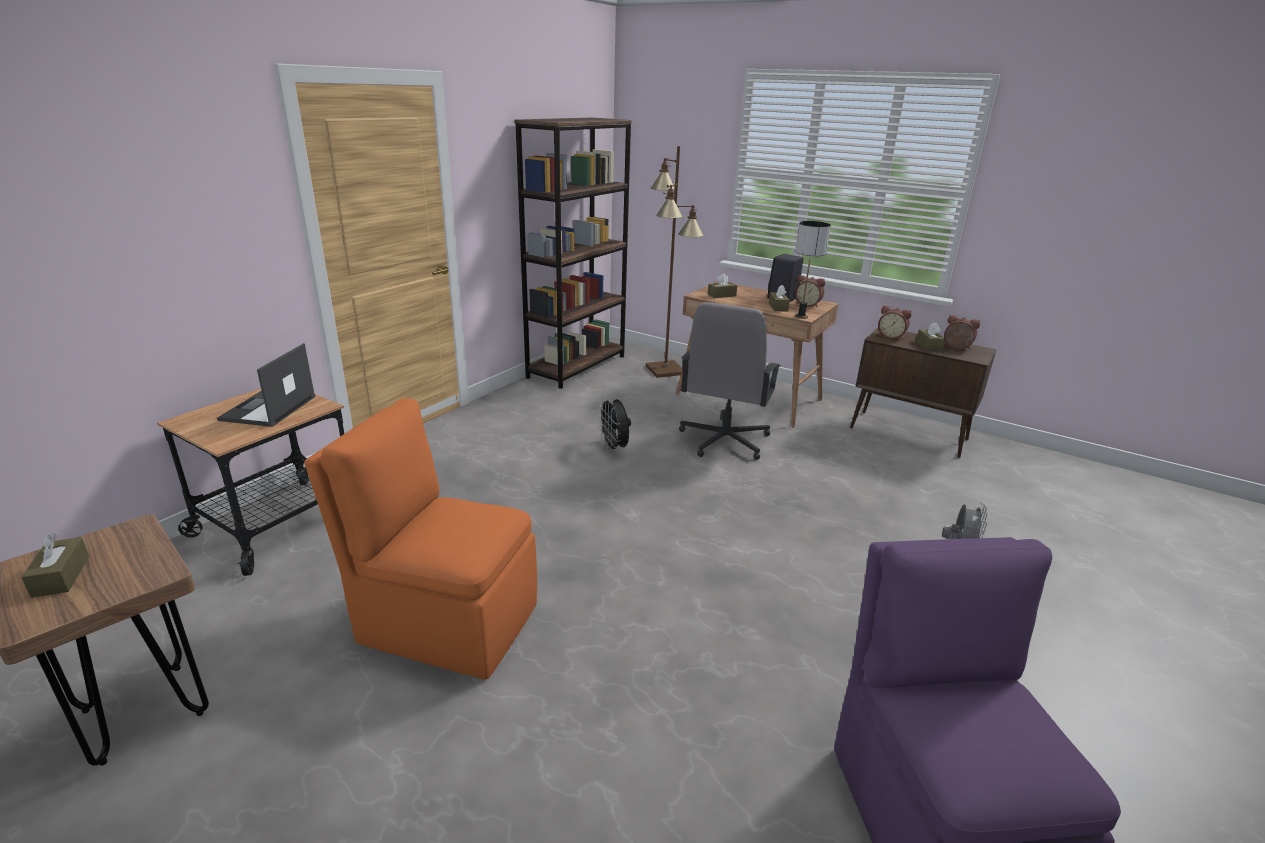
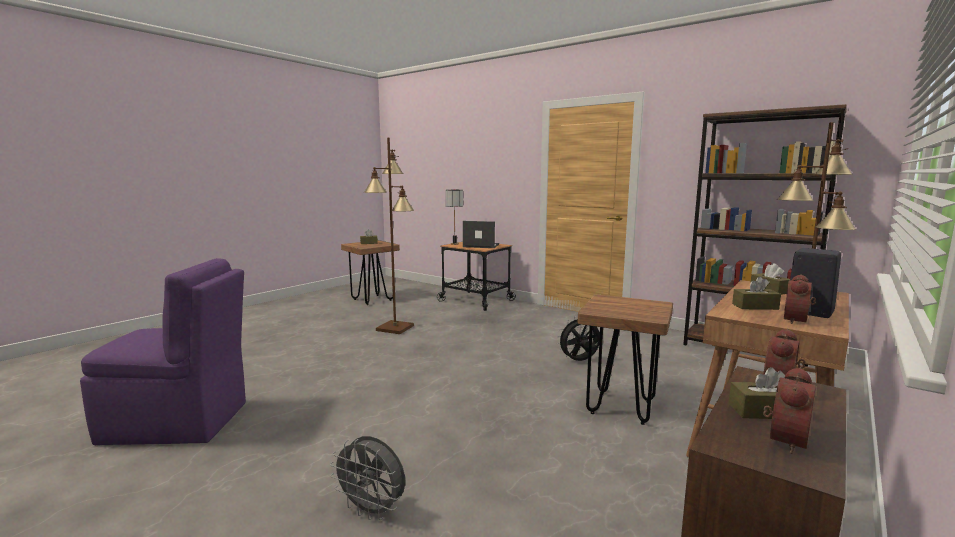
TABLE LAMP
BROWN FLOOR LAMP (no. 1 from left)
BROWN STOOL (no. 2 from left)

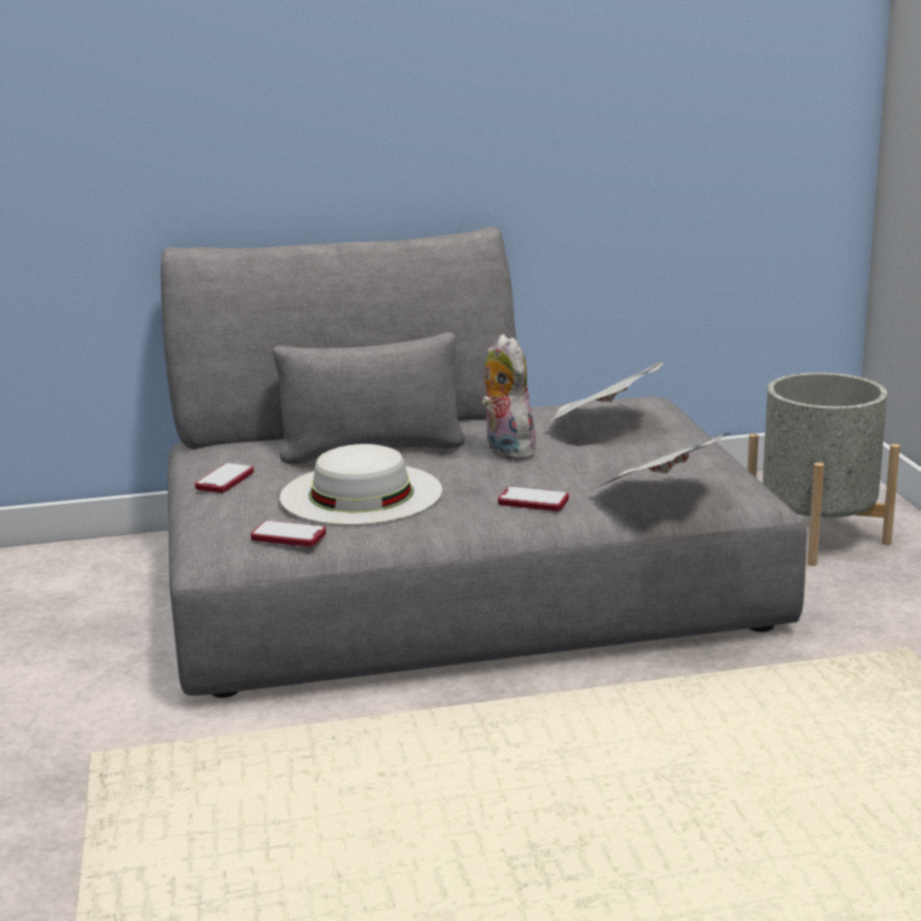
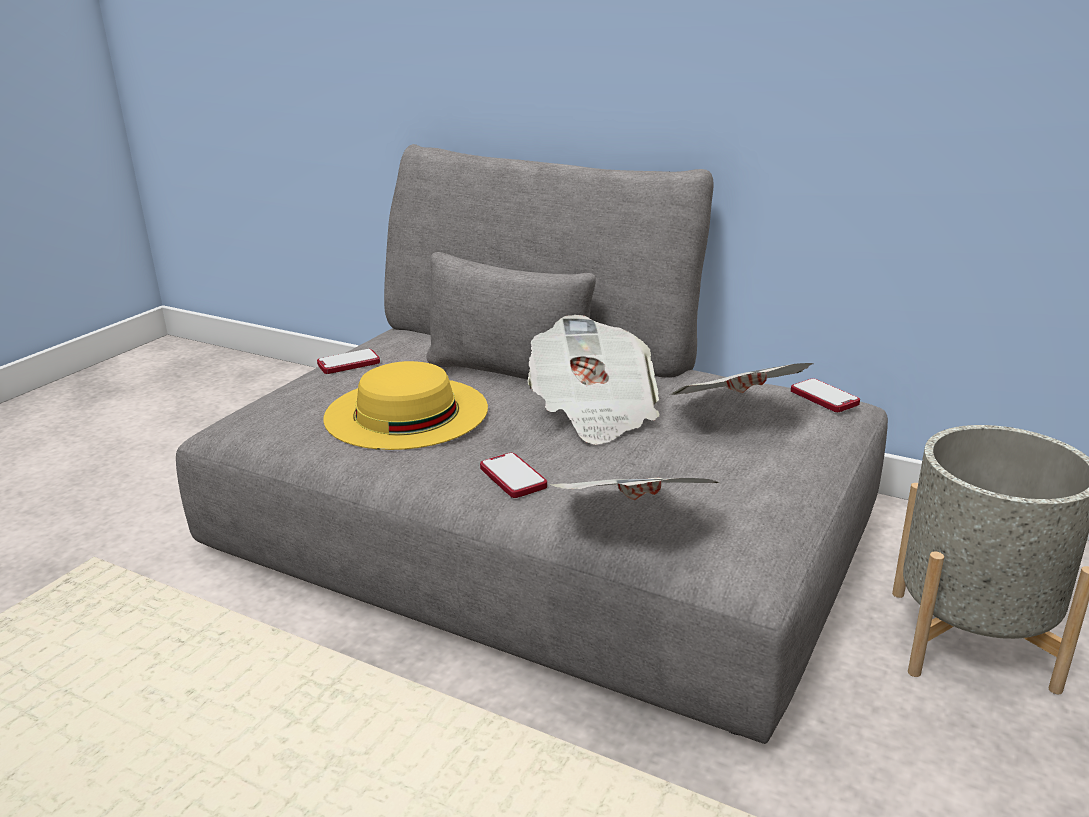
PHONE (no. 3 from left)
NEWSPAPER (no. 1 from left)
YELLOW HAT

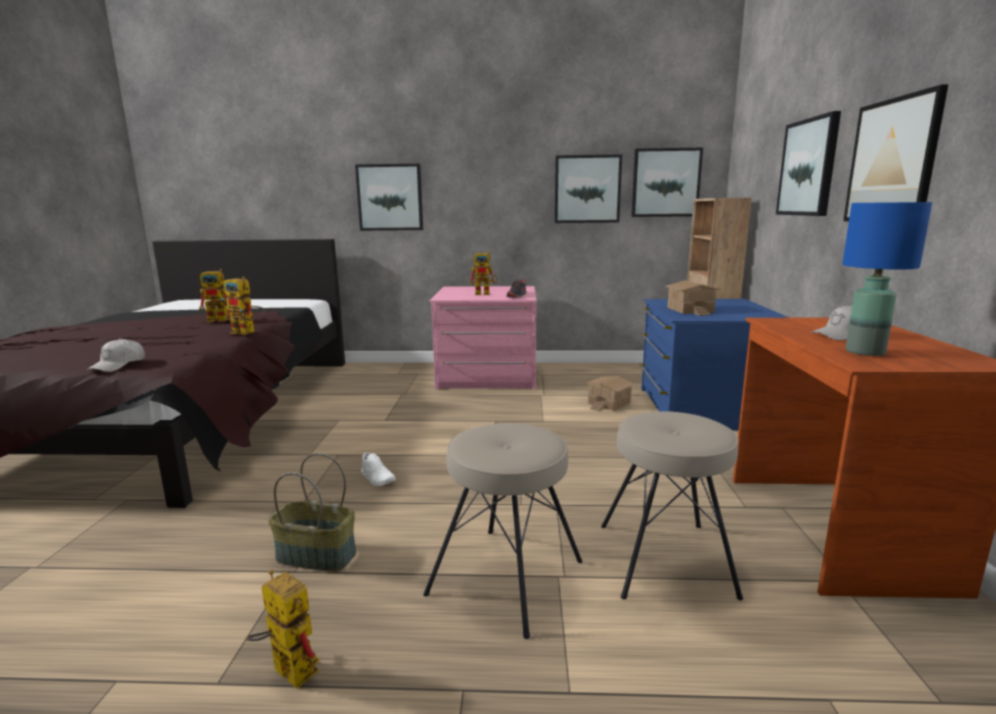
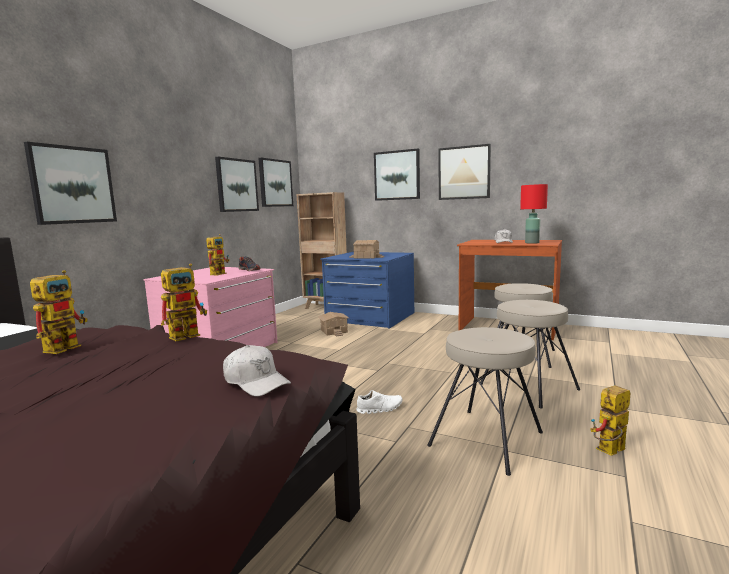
BEIGE STOOL (no. 1 from left)
RED TABLE LAMP

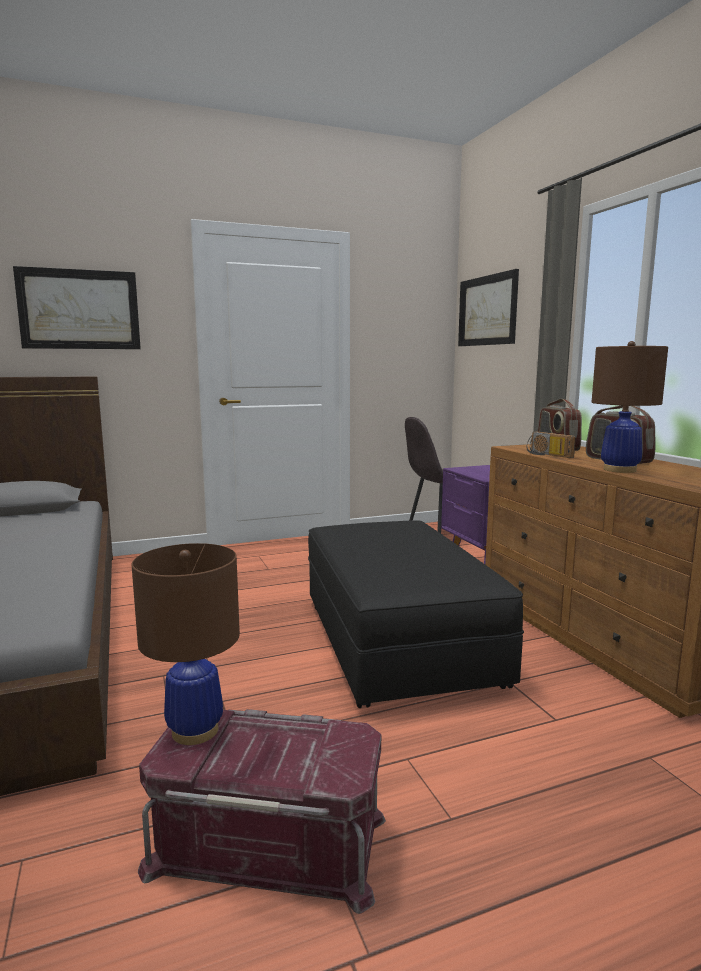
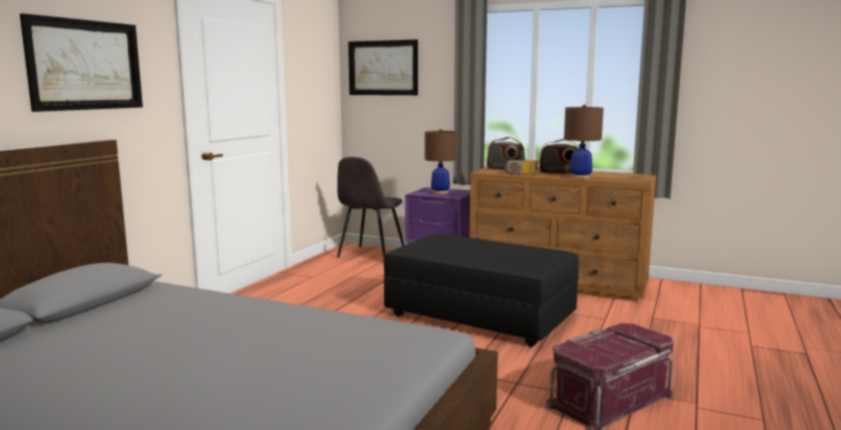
BROWN TABLE LAMP (no. 1 from left)

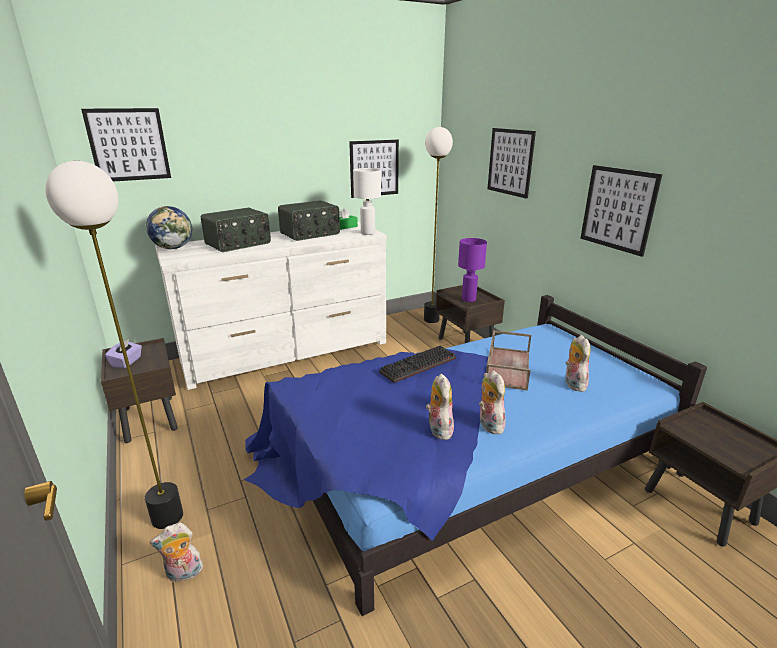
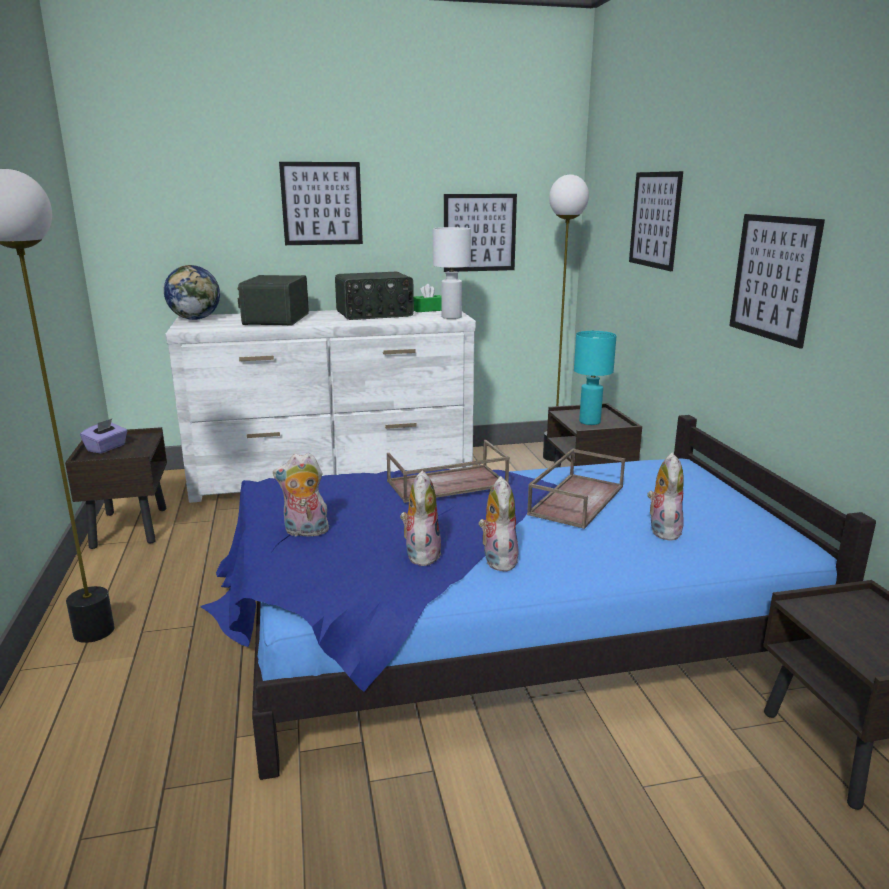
PICTURE (no. 1 from left)
PLUSH TOY (no. 1 from left)
BROWN TRAY (no. 1 from left)
TURQUOISE TABLE LAMP
RADIO (no. 1 from left)

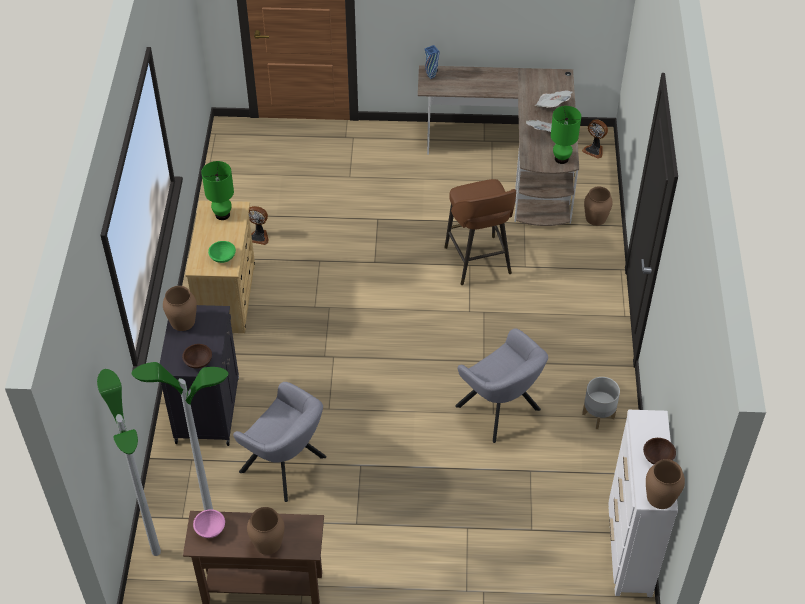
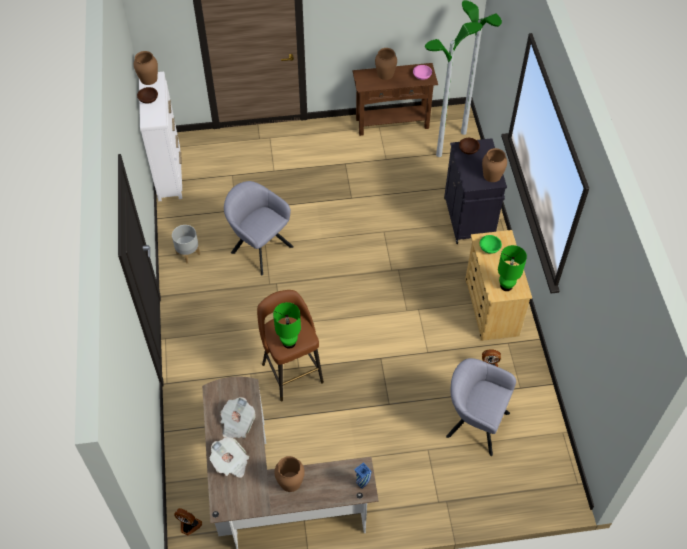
GREY ARMCHAIR (no. 2 from left)
GREEN TABLE LAMP (no. 1 from left)
BROWN VASE (no. 2 from left)

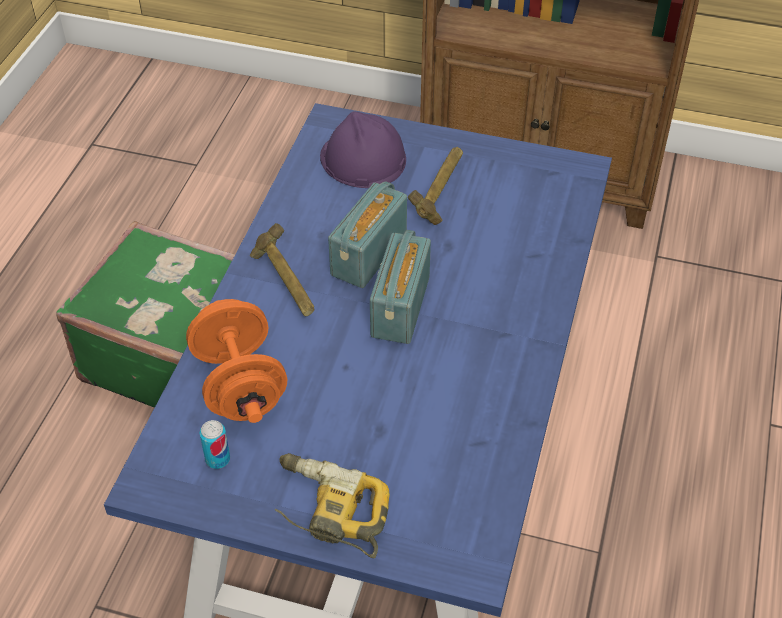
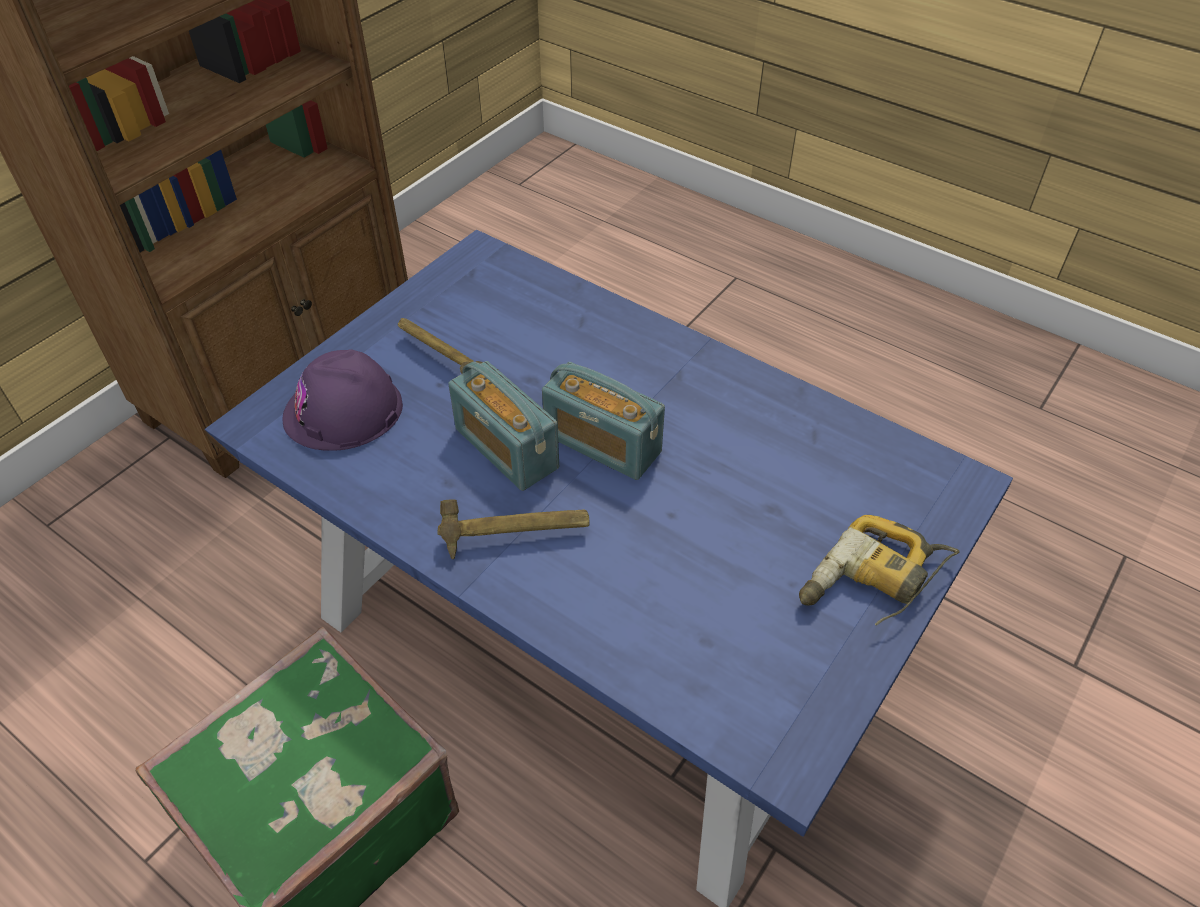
ORANGE DUMBBELL
CAN

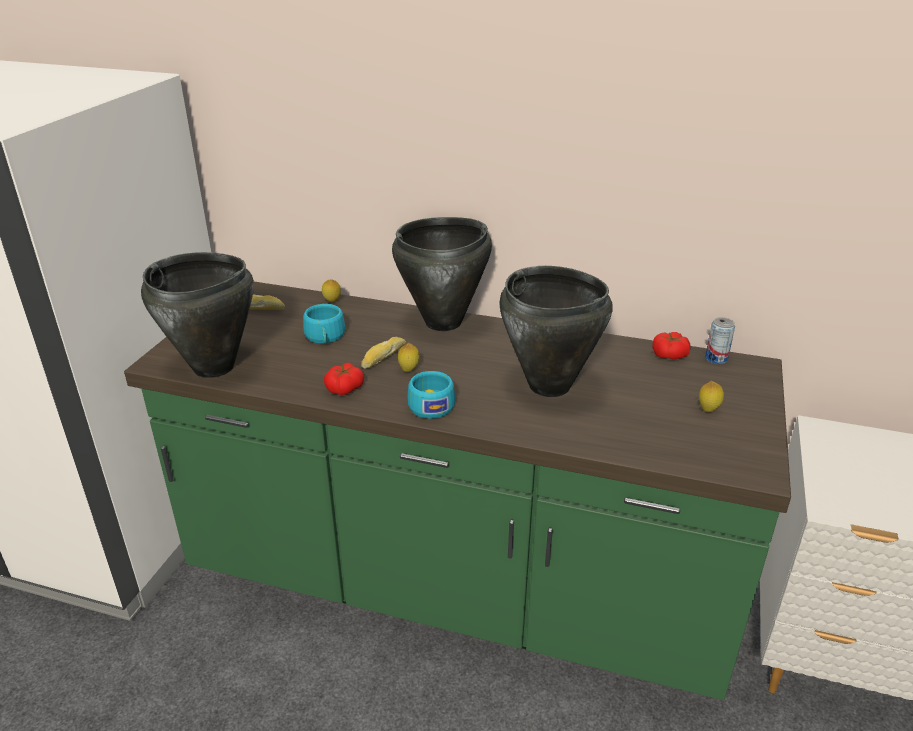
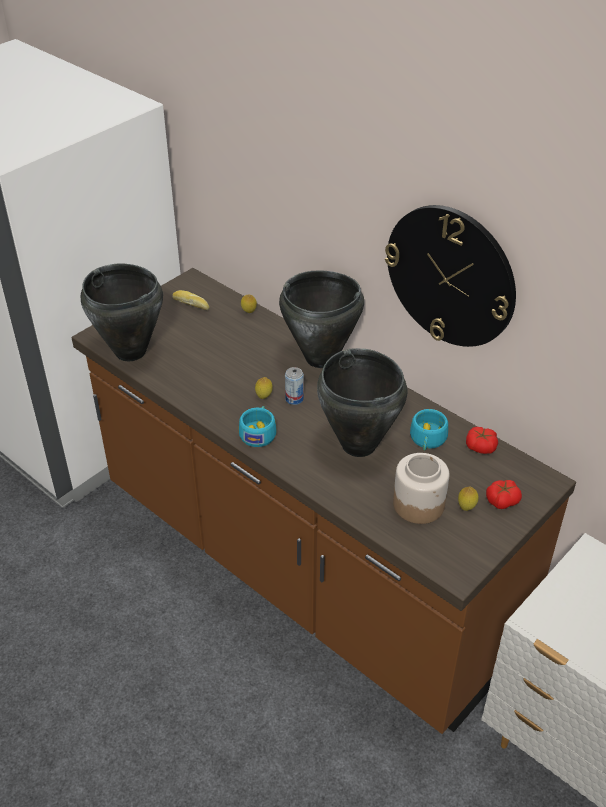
BREAD (no. 2 from left in the first image)
WALL CLOCK
JAR
TURQUOISE CUP (no. 2 from left)
TOMATO (no. 2 from left)
CAN
BROWN COUNTER

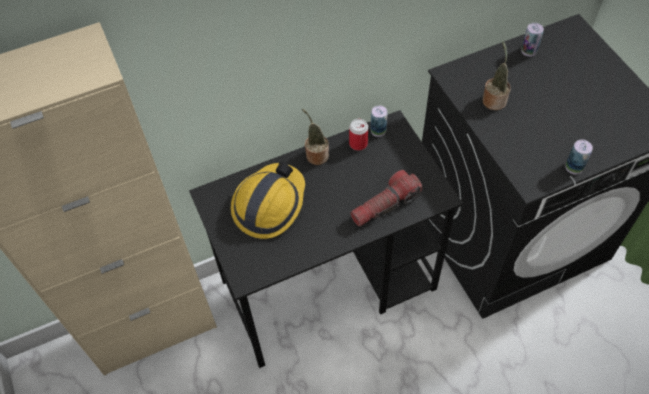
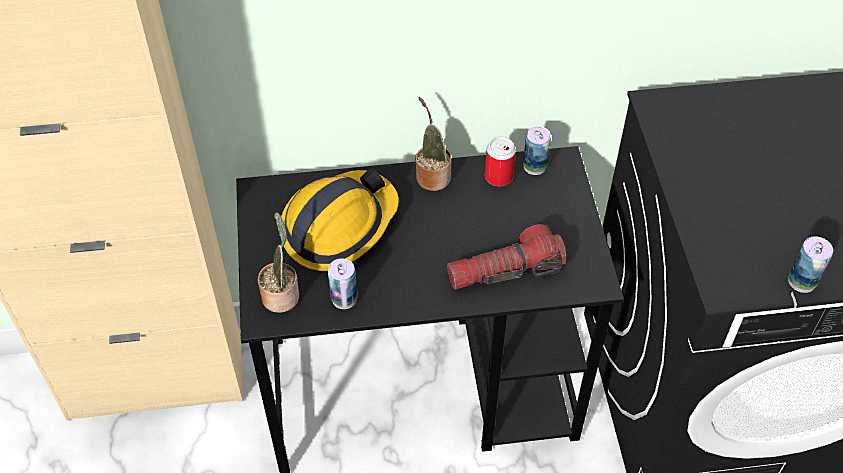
POTTED PLANT (no. 1 from left)
CAN (no. 1 from left)

